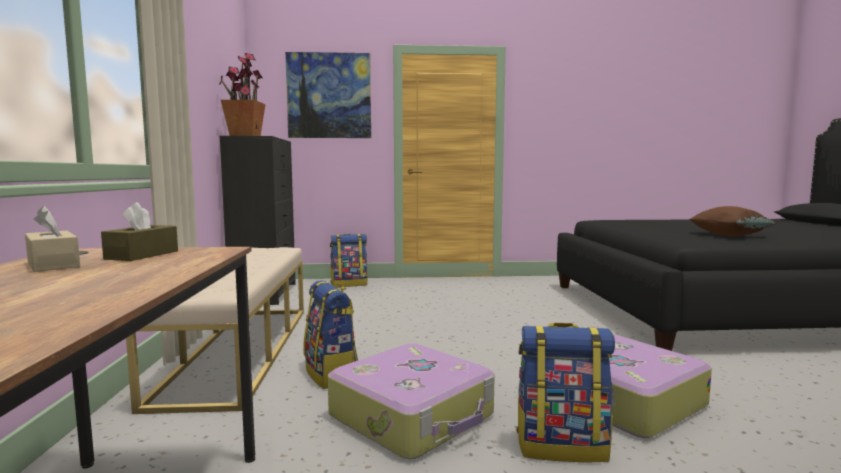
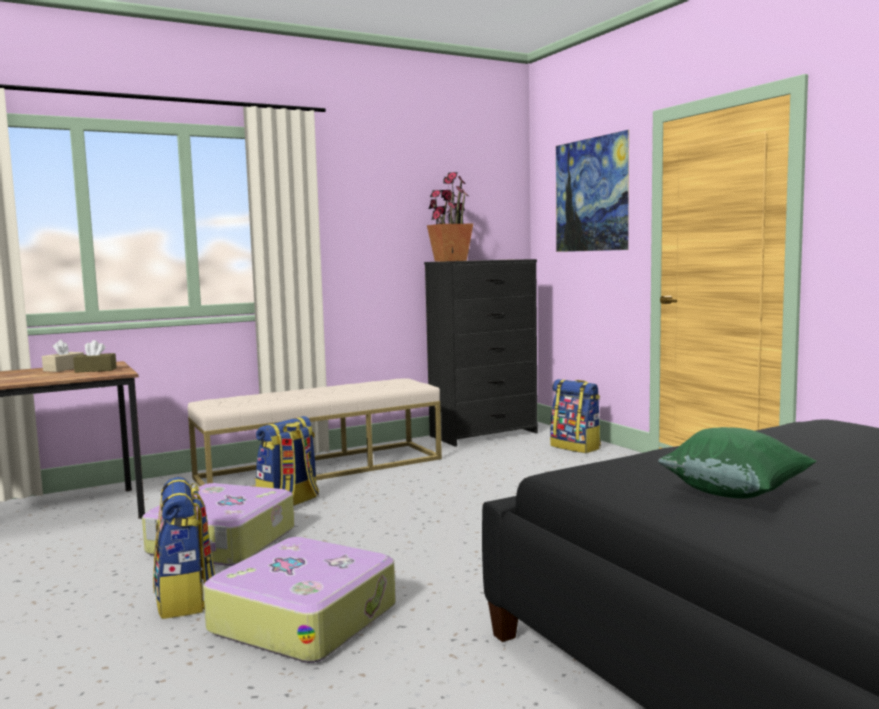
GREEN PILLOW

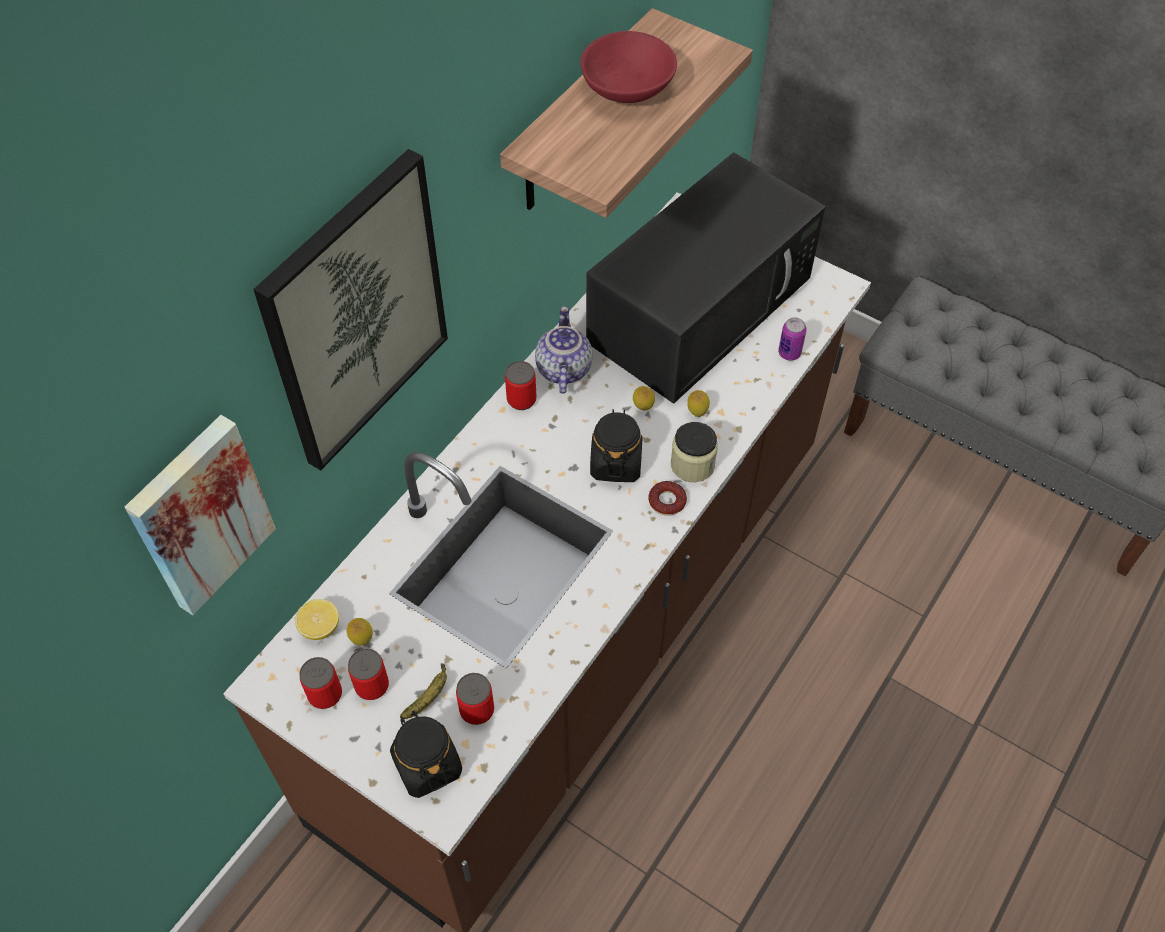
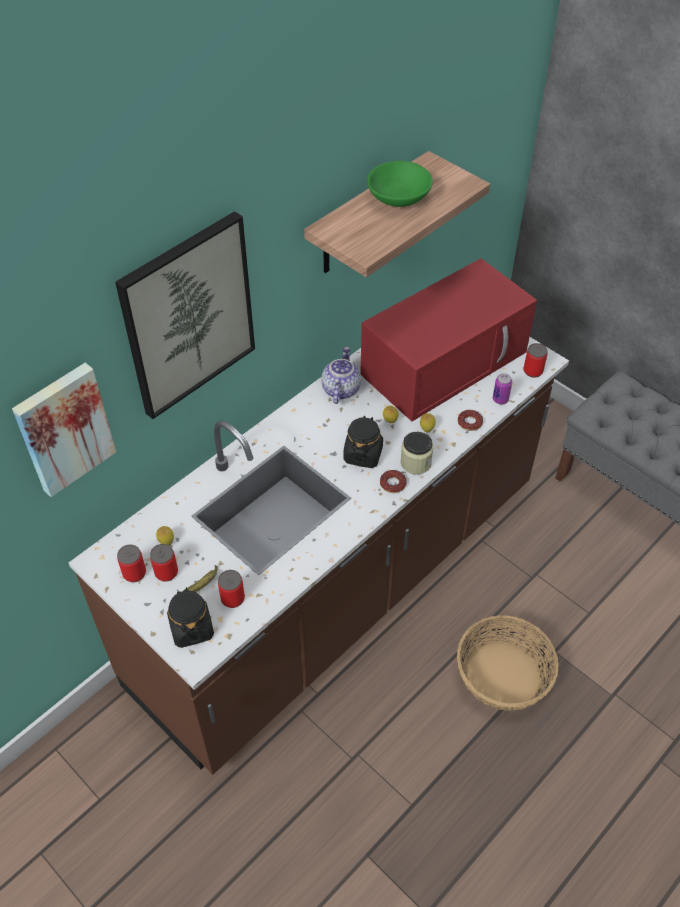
LEMON (no. 1 from left in the first image)
BASKET
DONUT (no. 2 from left)
CAN (no. 5 from left)
GREEN BOWL
RED MICROWAVE

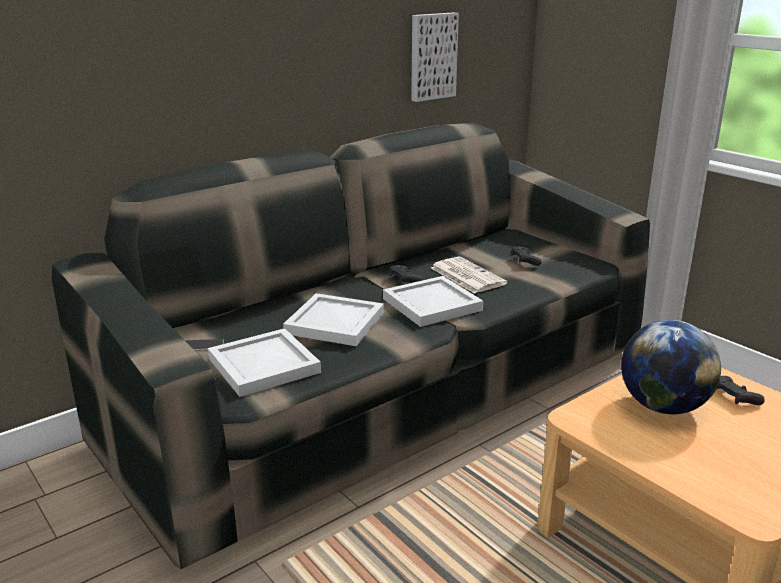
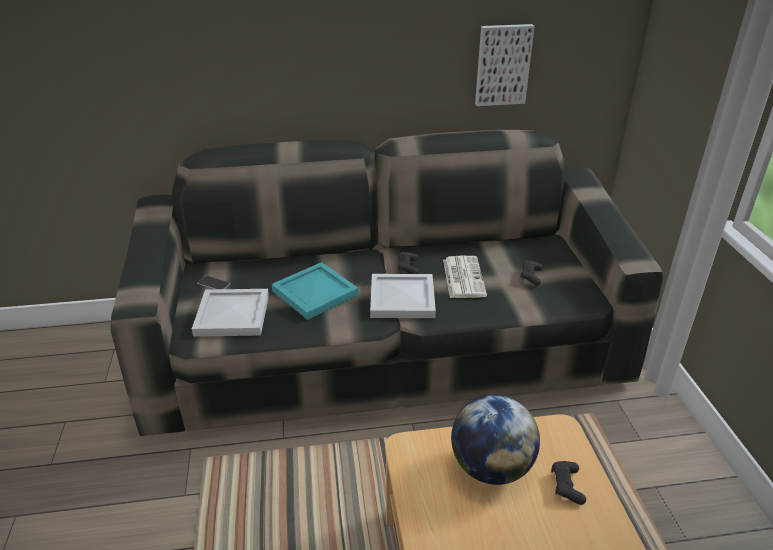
TURQUOISE TRAY

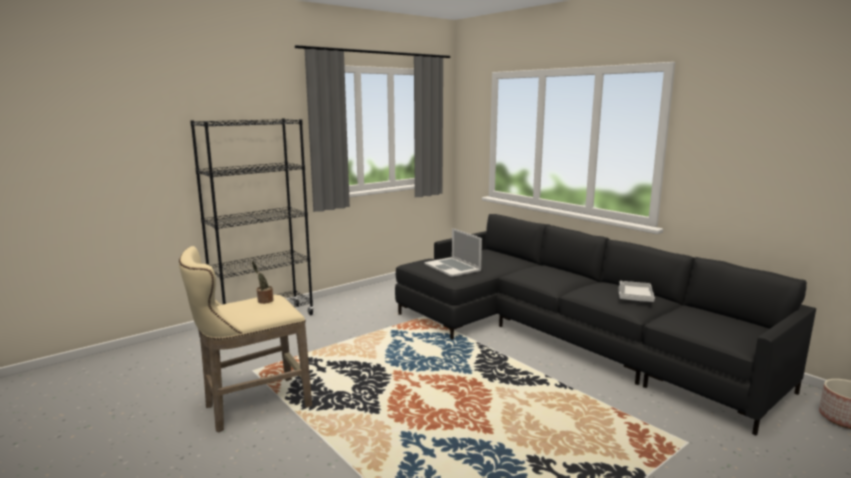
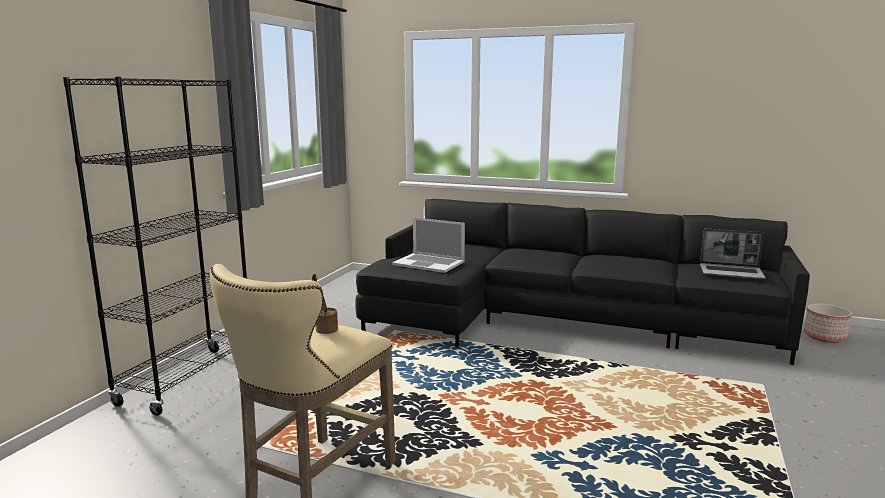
GREY TRAY
LAPTOP (no. 2 from left)

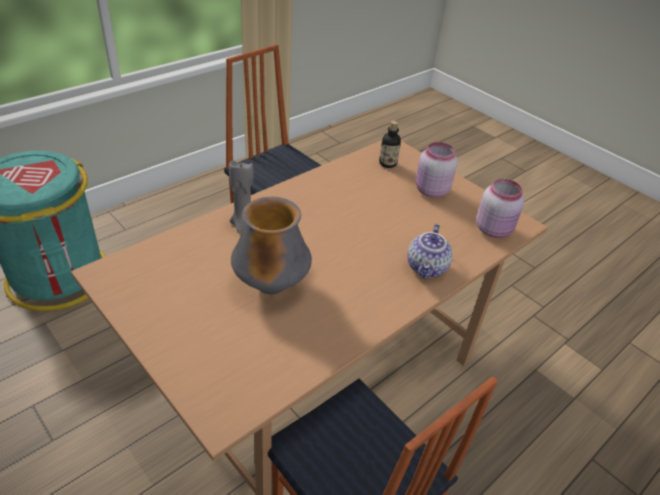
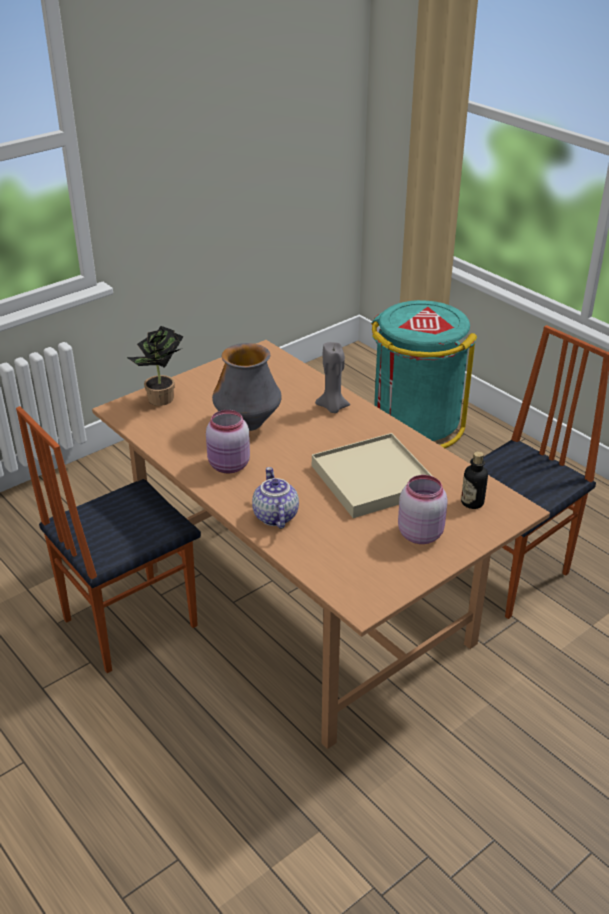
POTTED PLANT
BEIGE TRAY
PINK JAR (no. 1 from left)
TEAPOT

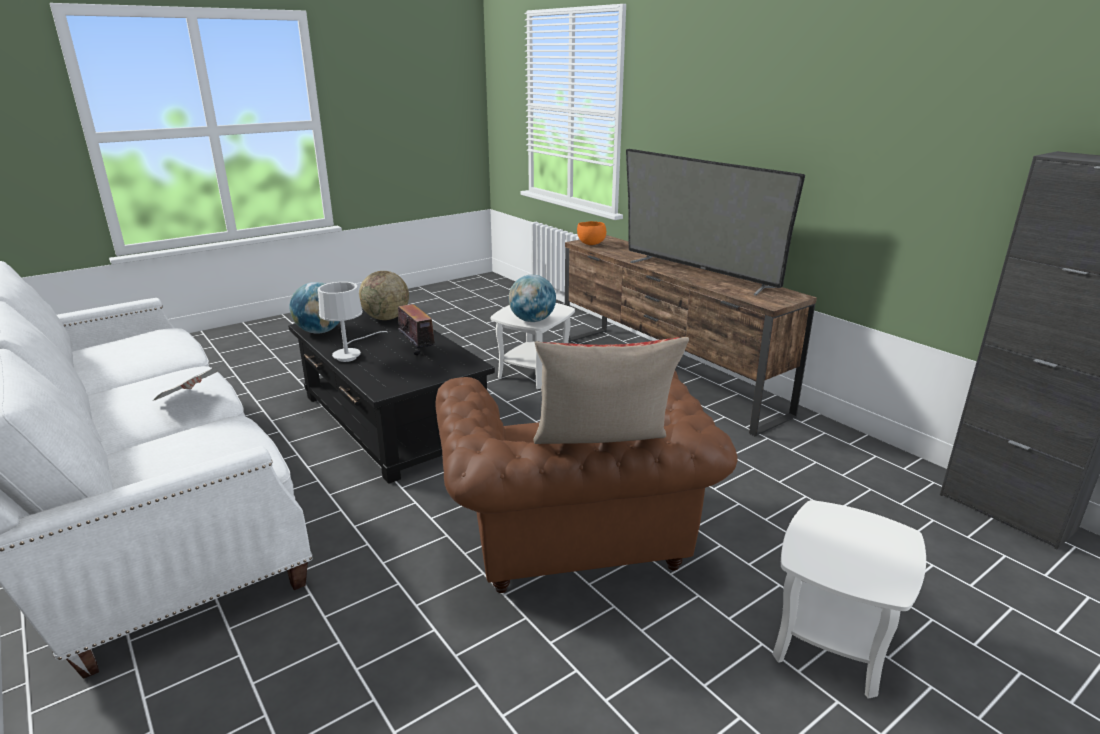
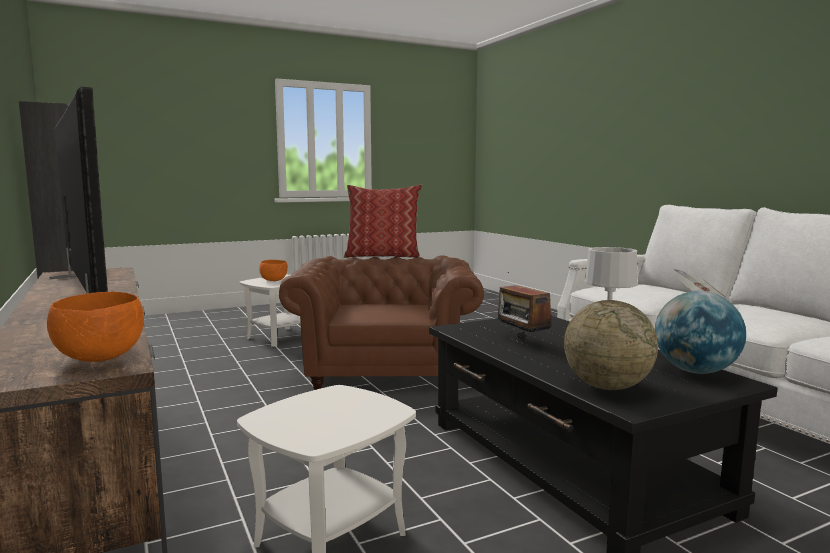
GLOBE (no. 3 from left in the first image)
ORANGE BOWL (no. 2 from left)

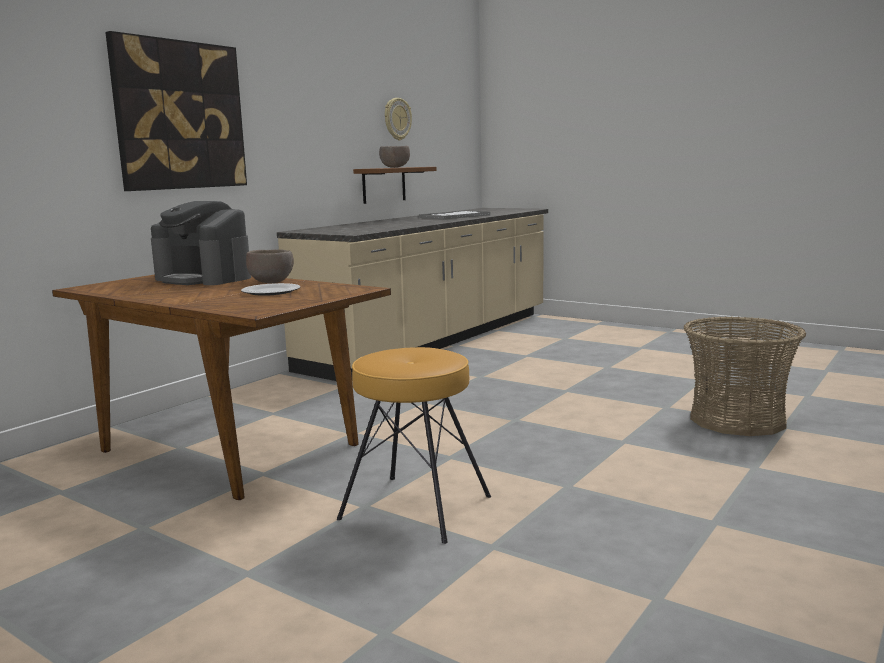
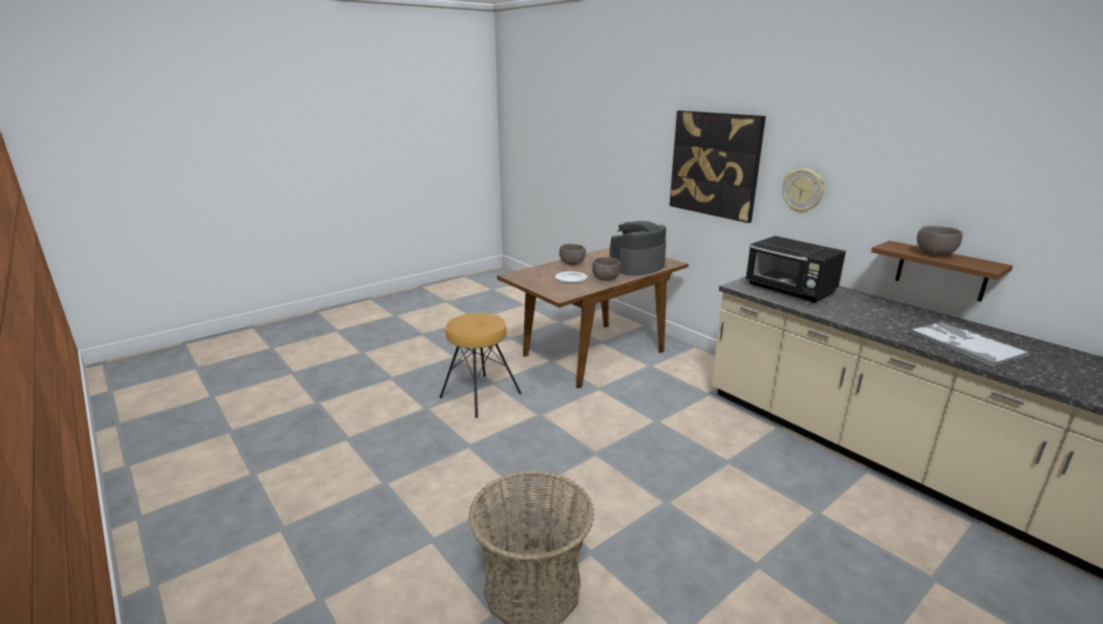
BROWN BOWL (no. 1 from left)
BLACK MICROWAVE
WALL CLOCK

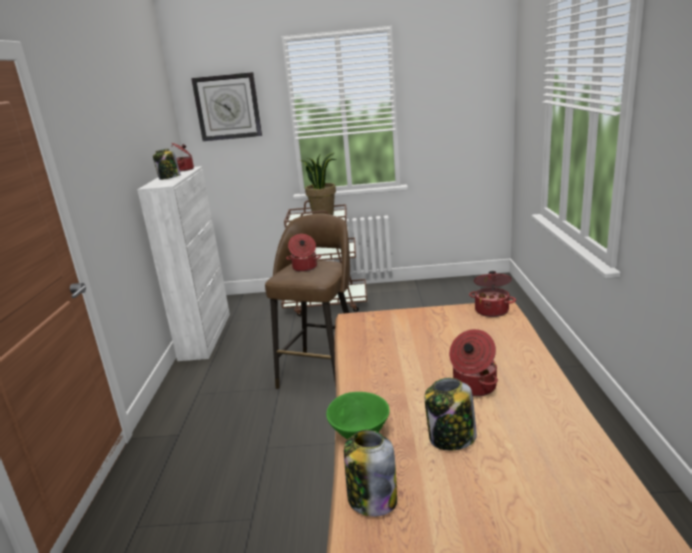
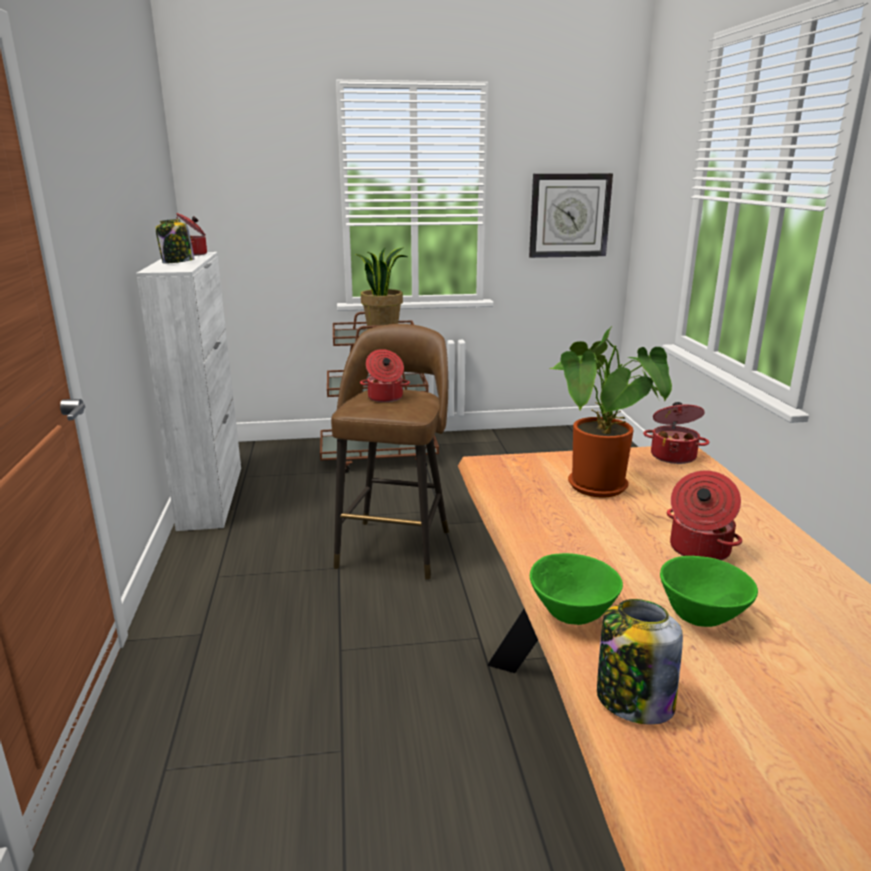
POTTED PLANT (no. 2 from left)
WALL CLOCK
GREEN BOWL (no. 2 from left)

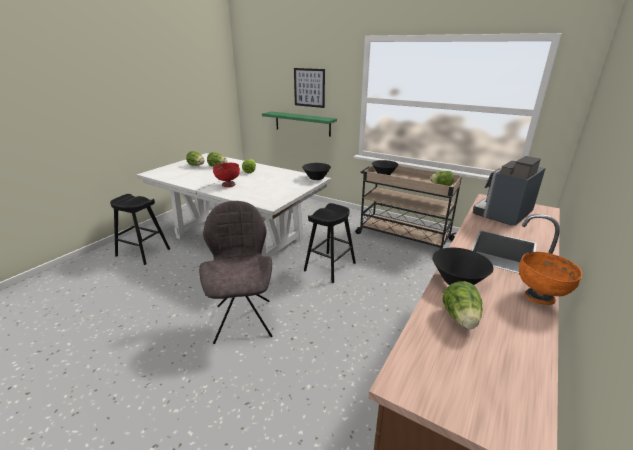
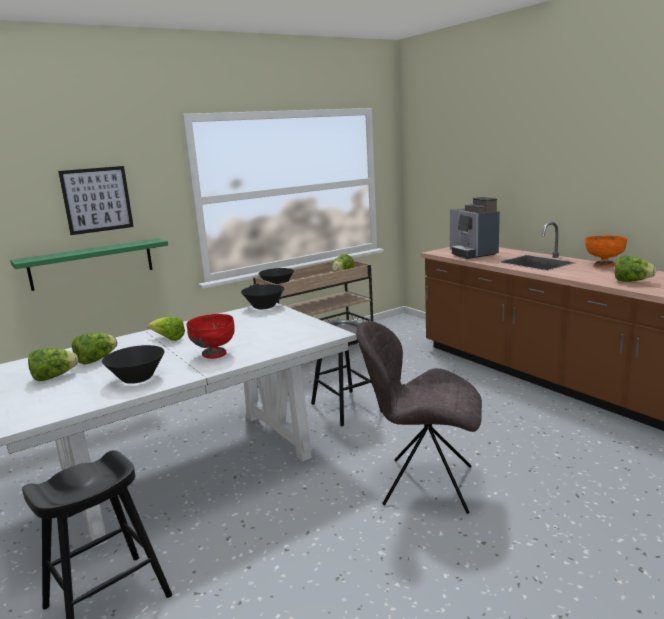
BLACK BOWL (no. 1 from left)

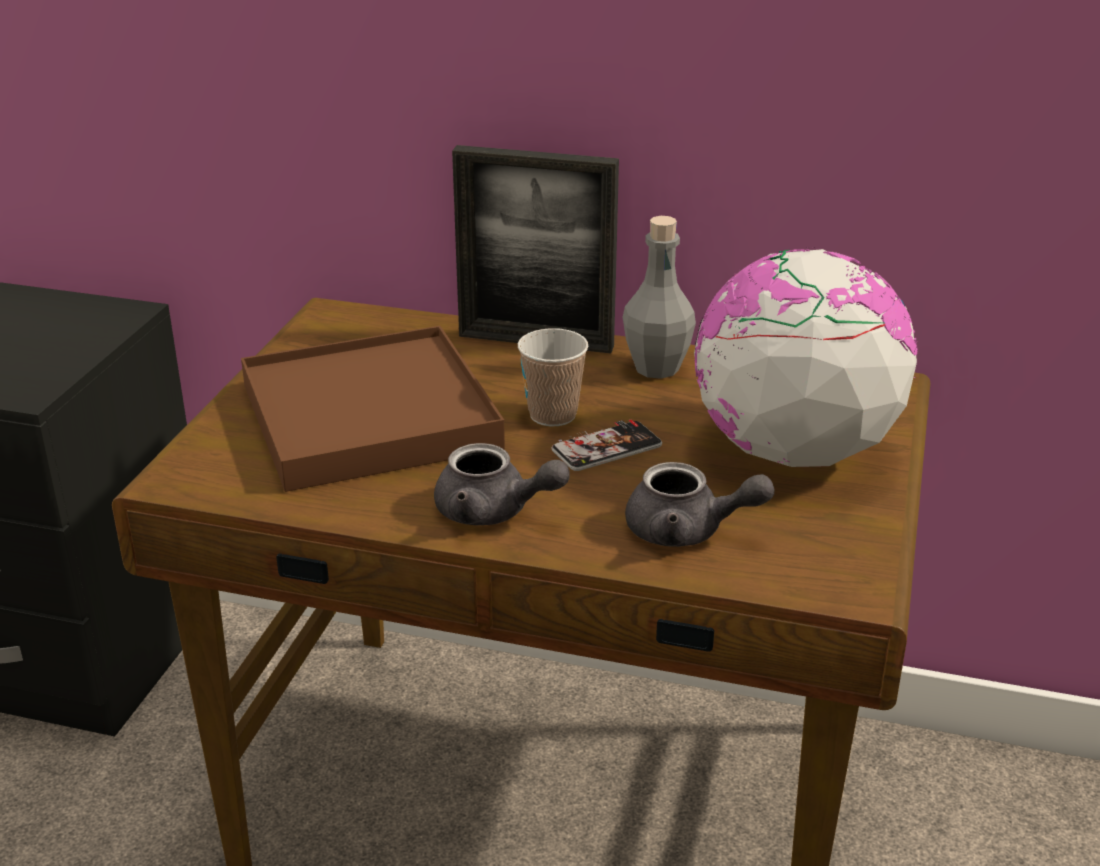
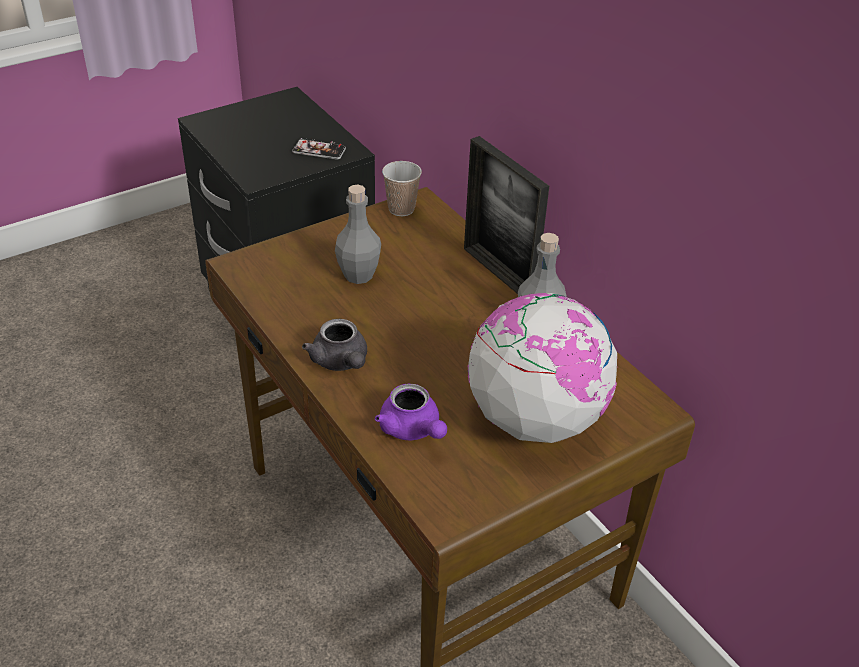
CUP
PHONE
GREY BOTTLE (no. 1 from left)
PURPLE TEAPOT

